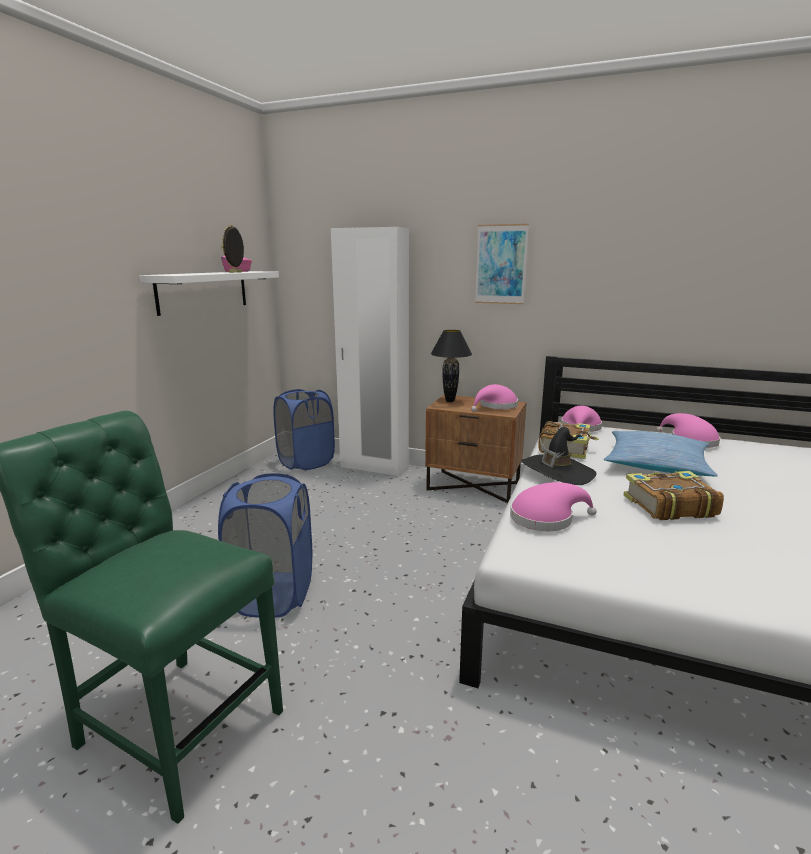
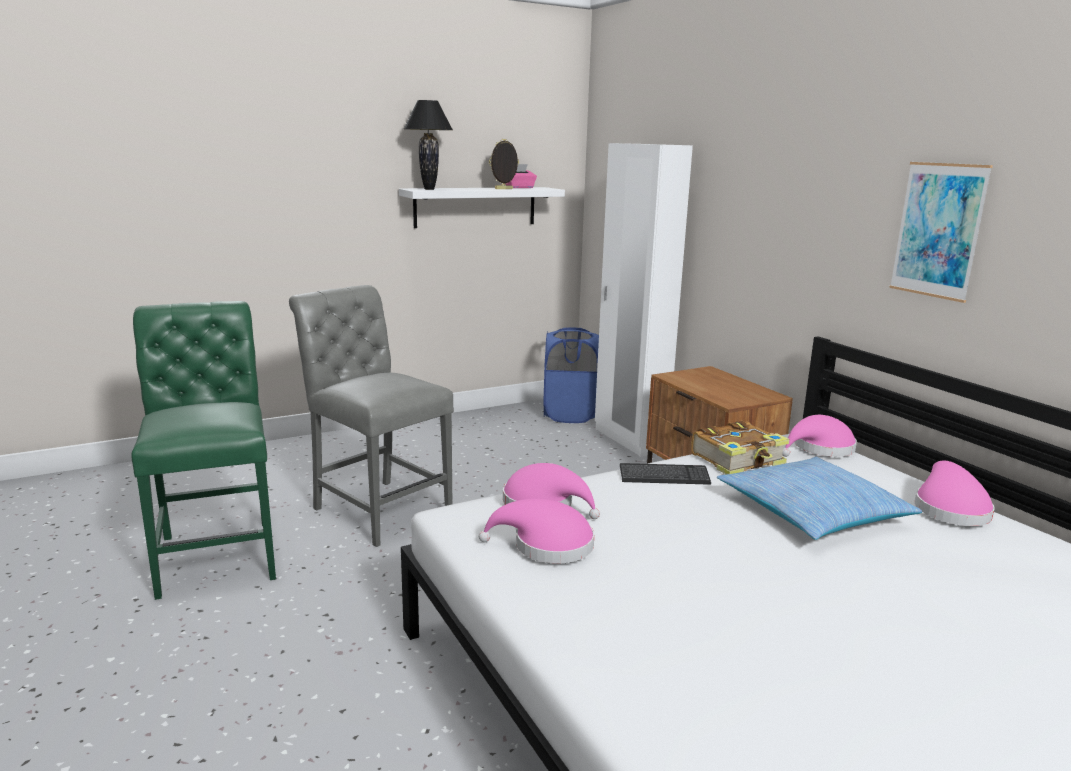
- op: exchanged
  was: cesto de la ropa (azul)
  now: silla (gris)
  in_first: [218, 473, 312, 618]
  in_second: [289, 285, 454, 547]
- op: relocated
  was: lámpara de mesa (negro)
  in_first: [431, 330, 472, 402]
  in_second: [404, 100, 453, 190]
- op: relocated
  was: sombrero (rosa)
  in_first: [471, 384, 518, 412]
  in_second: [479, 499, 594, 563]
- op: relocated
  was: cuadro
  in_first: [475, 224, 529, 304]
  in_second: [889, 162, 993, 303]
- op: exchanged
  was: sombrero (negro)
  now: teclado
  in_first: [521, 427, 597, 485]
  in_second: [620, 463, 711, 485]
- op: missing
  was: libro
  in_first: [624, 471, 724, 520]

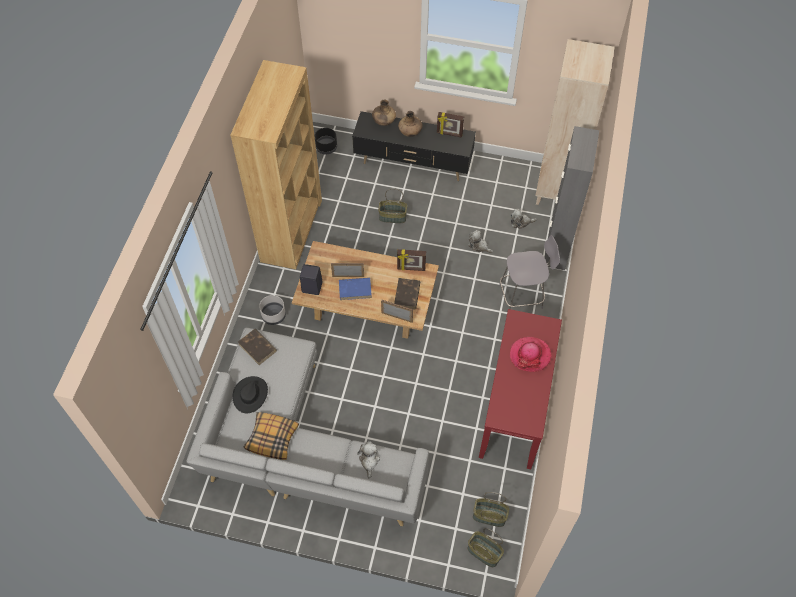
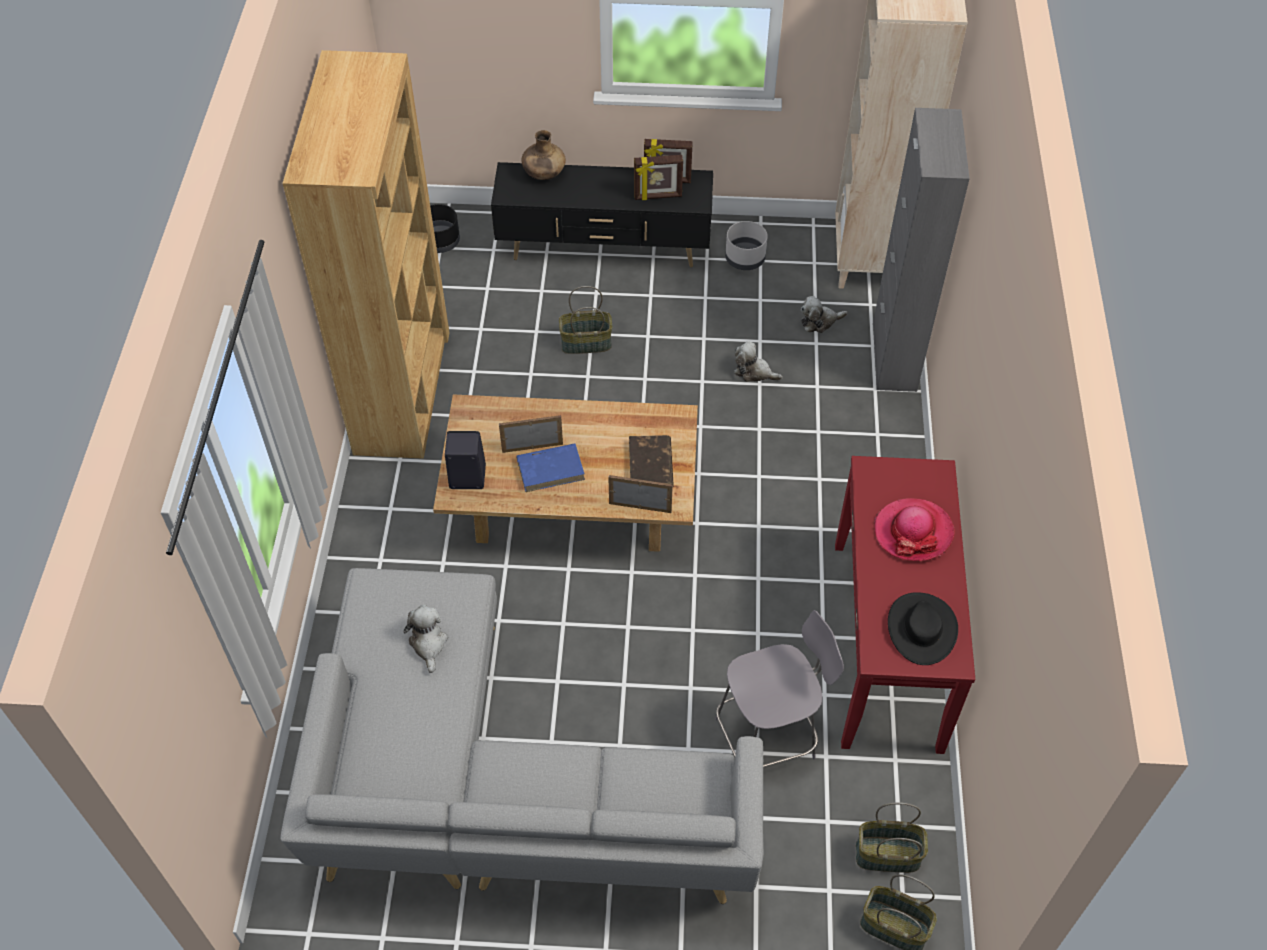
- op: relocated
  was: sombrero (negro)
  in_first: [232, 376, 268, 414]
  in_second: [888, 592, 958, 665]
- op: missing
  was: libro (marrón)
  in_first: [238, 329, 277, 365]
- op: missing
  was: cojín
  in_first: [244, 412, 299, 460]
- op: relocated
  was: maceta (gris)
  in_first: [259, 295, 286, 325]
  in_second: [725, 221, 768, 270]
- op: relocated
  was: peluche
  in_first: [357, 441, 380, 479]
  in_second: [403, 605, 448, 673]
- op: relocated
  was: portarretratos
  in_first: [397, 249, 426, 271]
  in_second: [634, 155, 683, 200]
- op: missing
  was: florero (marrón)
  in_first: [398, 111, 422, 137]
- op: relocated
  was: taburete (gris)
  in_first: [499, 235, 560, 309]
  in_second: [715, 610, 844, 767]

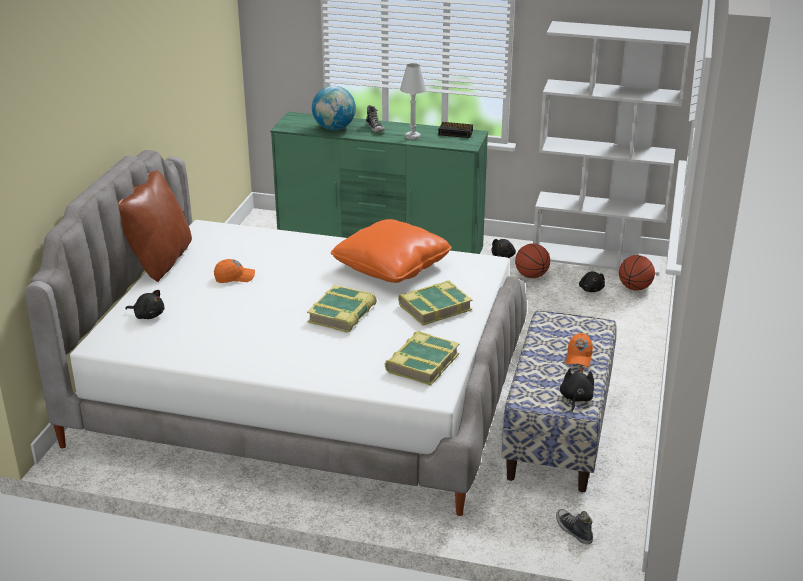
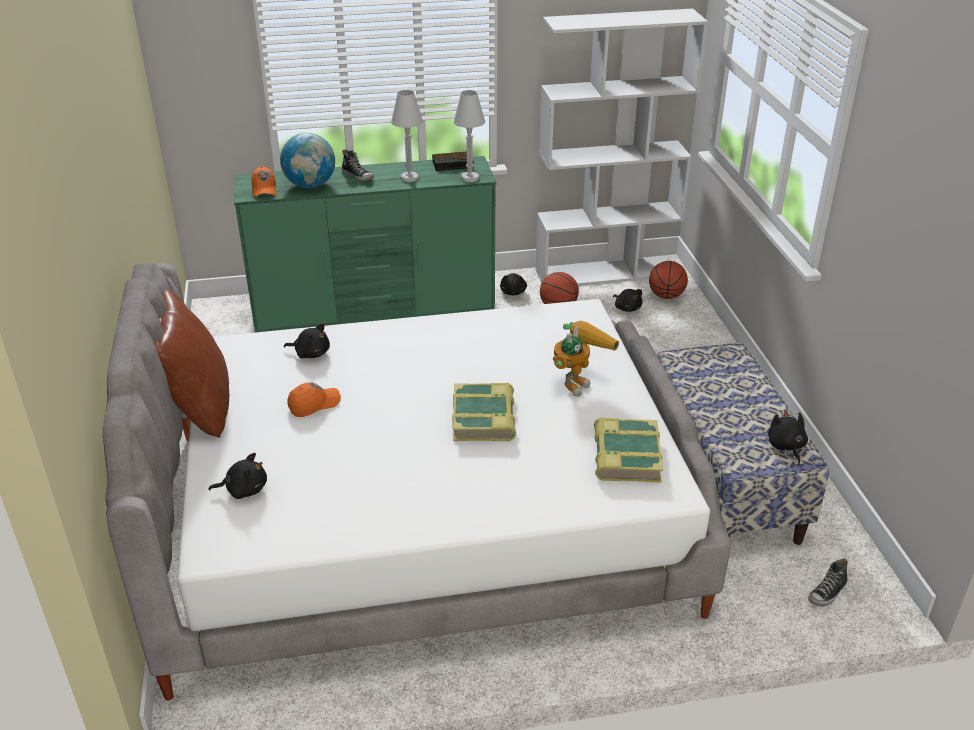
- op: missing
  was: cojín (naranja)
  in_first: [331, 219, 452, 283]
- op: exchanged
  was: libro
  now: robot de juguete
  in_first: [398, 281, 473, 326]
  in_second: [553, 321, 619, 397]
- op: spun
  was: zapato
  in_first: [556, 509, 593, 544]
  in_second: [808, 559, 848, 606]
  clockwise: -75
- op: relocated
  was: gorra (naranja)
  in_first: [566, 333, 593, 367]
  in_second: [251, 166, 277, 197]
- op: appeared
  now: peluche (negro)
  in_second: [284, 324, 330, 358]
- op: appeared
  now: lámpara de mesa (blanco)
  in_second: [453, 90, 485, 182]

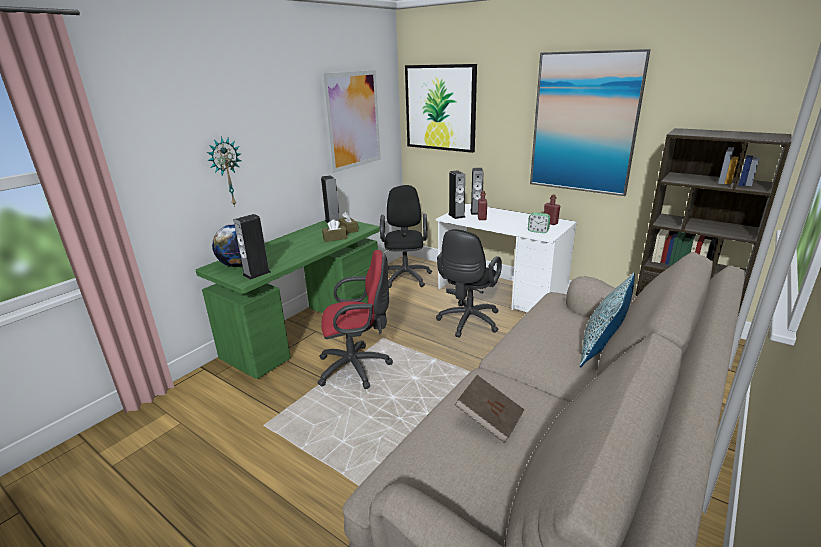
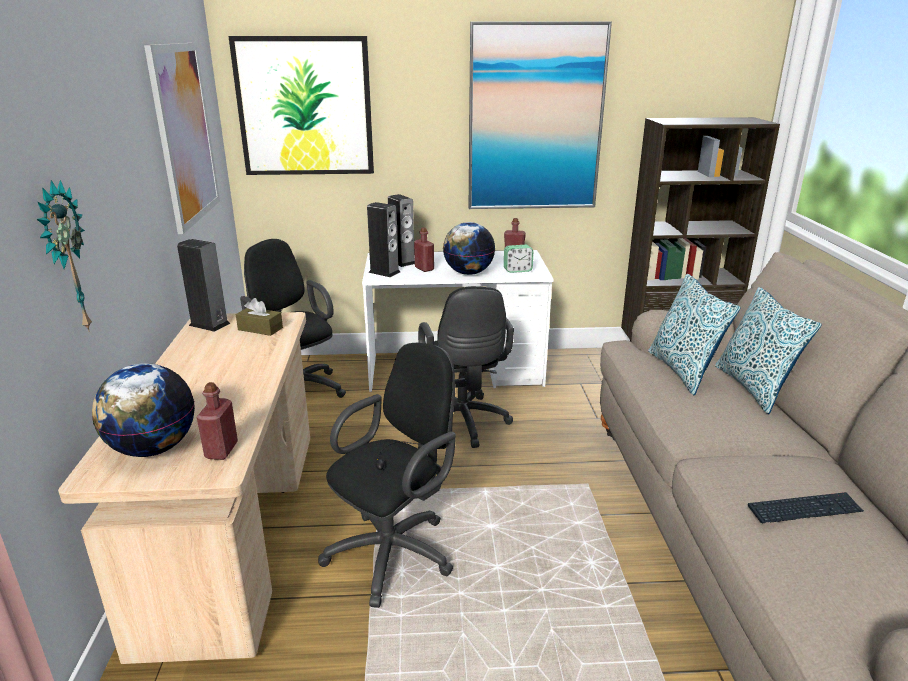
- op: colour
  was: escritorio (verde)
  now: escritorio (beis)
  in_first: [196, 220, 380, 379]
  in_second: [58, 312, 310, 664]
- op: exchanged
  was: altavoz
  now: botella (rojo)
  in_first: [234, 214, 271, 280]
  in_second: [197, 382, 238, 460]
- op: colour
  was: silla de oficina (rojo)
  now: silla de oficina (negro)
  in_first: [318, 250, 393, 389]
  in_second: [318, 343, 456, 608]
- op: missing
  was: caja de pañuelos (marrón)
  in_first: [322, 219, 348, 242]
- op: exchanged
  was: libro (marrón)
  now: teclado
  in_first: [455, 375, 525, 443]
  in_second: [748, 492, 864, 523]
- op: appeared
  now: globo terráqueo
  in_second: [443, 222, 495, 275]
- op: appeared
  now: cojín
  in_second: [648, 274, 741, 396]

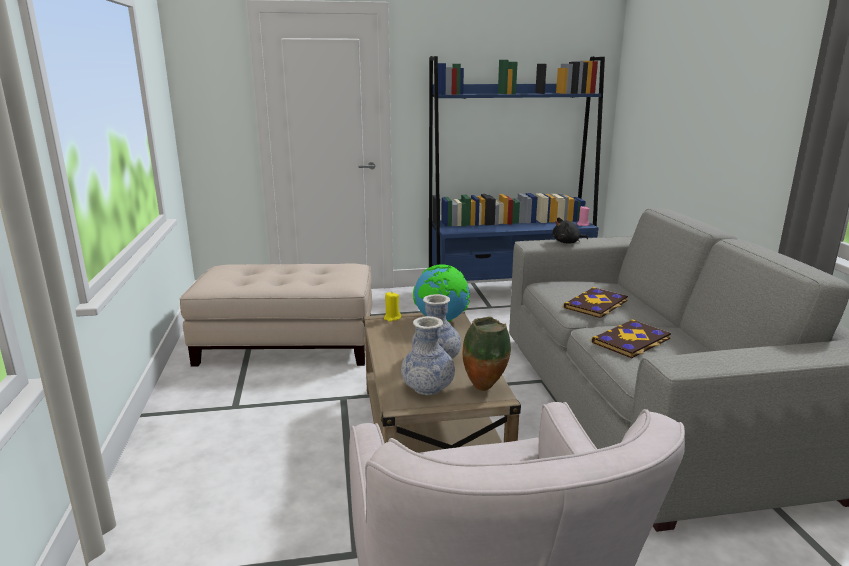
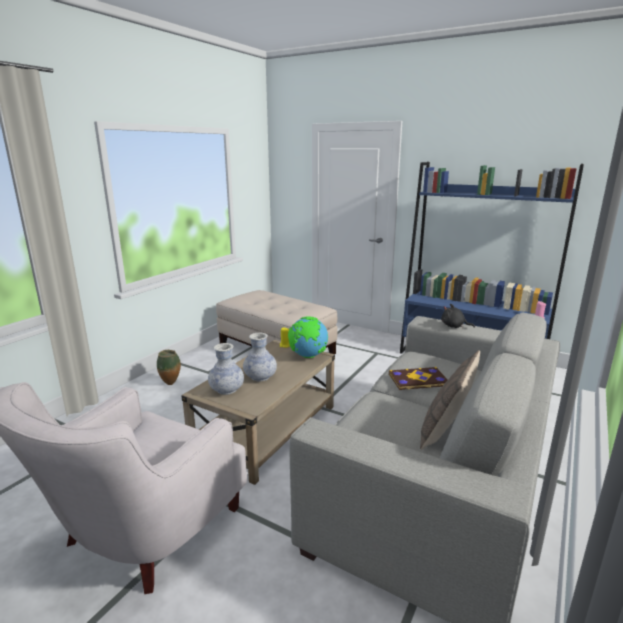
- op: relocated
  was: florero
  in_first: [463, 317, 511, 391]
  in_second: [157, 350, 181, 385]
- op: missing
  was: libro
  in_first: [591, 319, 671, 359]
- op: appeared
  now: cojín
  in_second: [420, 350, 480, 450]

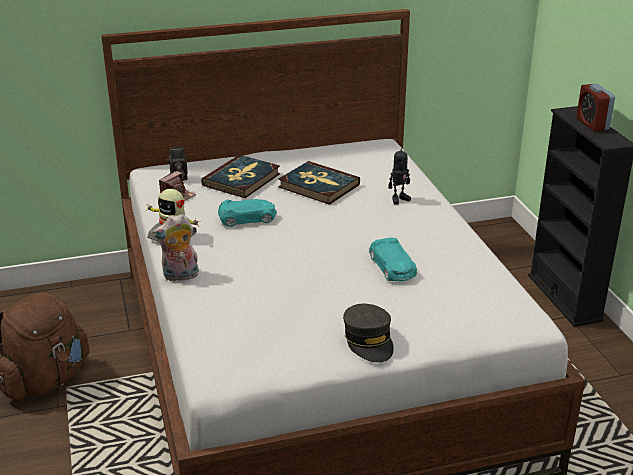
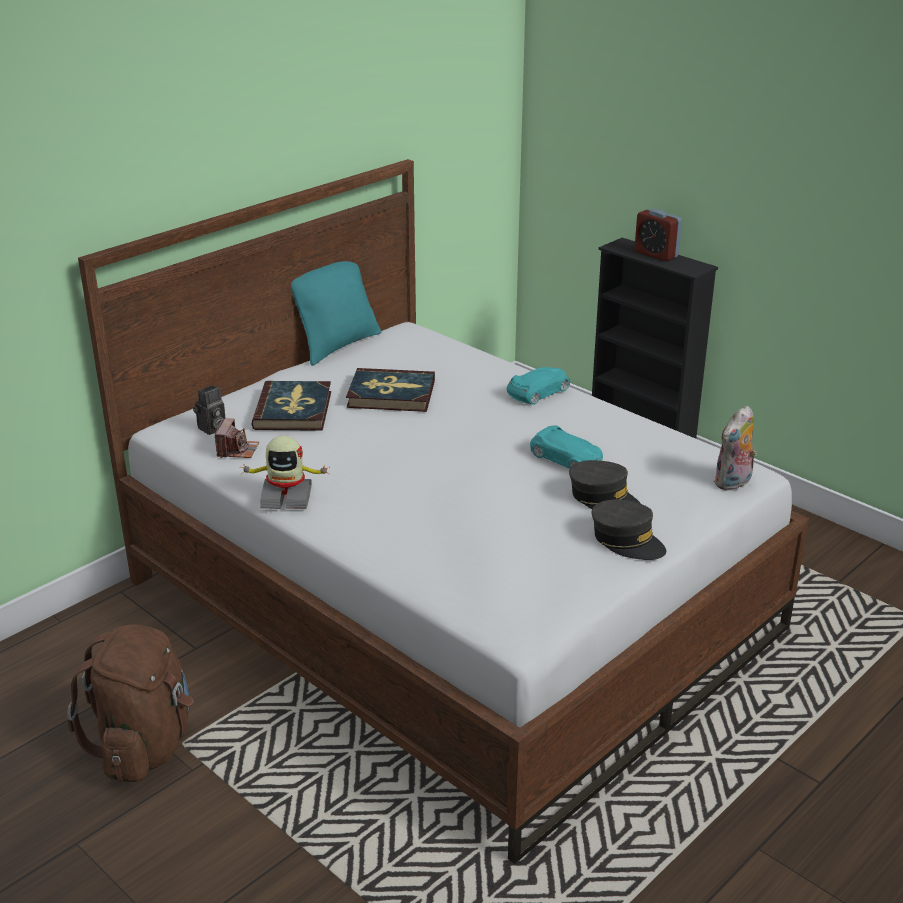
- op: relocated
  was: peluche
  in_first: [152, 214, 199, 281]
  in_second: [714, 405, 757, 491]
- op: relocated
  was: coche de juguete (turquesa)
  in_first: [218, 199, 277, 227]
  in_second: [506, 367, 570, 405]
- op: missing
  was: robot de juguete
  in_first: [388, 144, 411, 205]
- op: appeared
  now: cojín (turquesa)
  in_second: [291, 261, 382, 366]
- op: appeared
  now: gorra (gris)
  in_second: [569, 460, 641, 509]

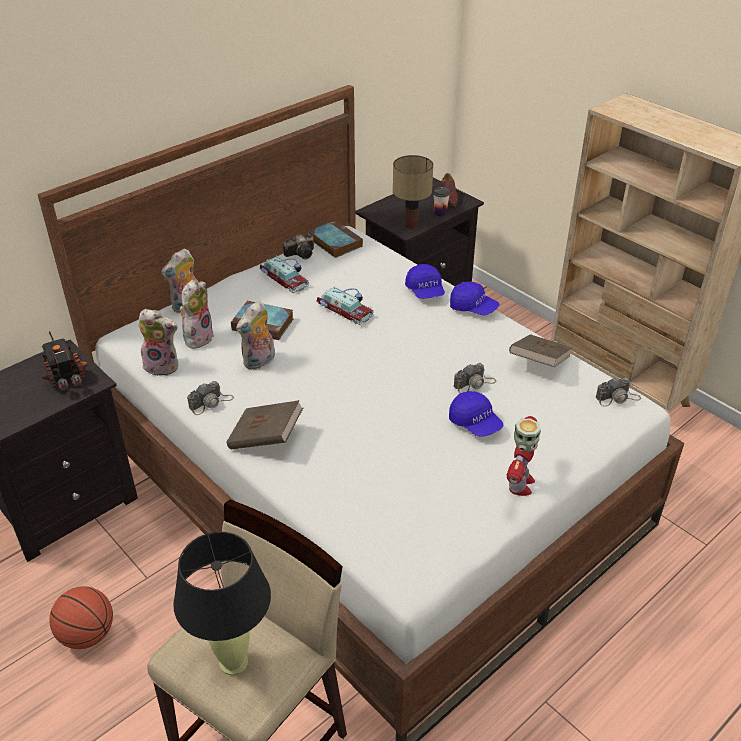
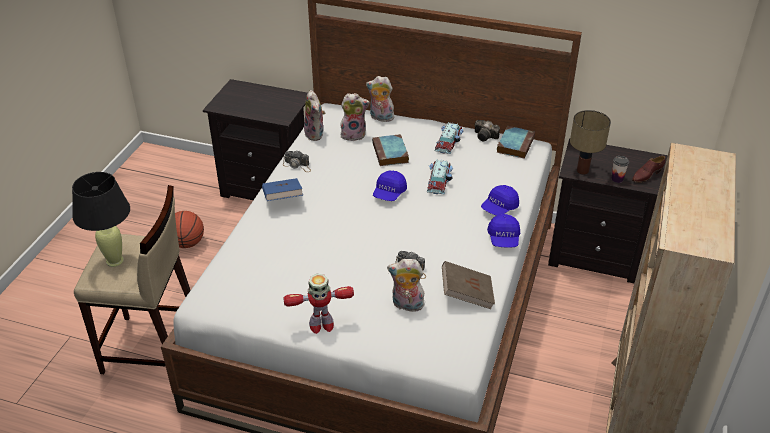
- op: missing
  was: camión de juguete
  in_first: [41, 331, 87, 390]
- op: colour
  was: libro (marrón)
  now: libro (azul)
  in_first: [226, 400, 303, 449]
  in_second: [262, 178, 303, 201]
- op: relocated
  was: peluche
  in_first: [236, 301, 275, 370]
  in_second: [387, 259, 424, 314]
- op: relocated
  was: gorra (azul)
  in_first: [449, 391, 503, 437]
  in_second: [373, 171, 407, 201]
- op: missing
  was: cámara
  in_first: [595, 377, 641, 407]

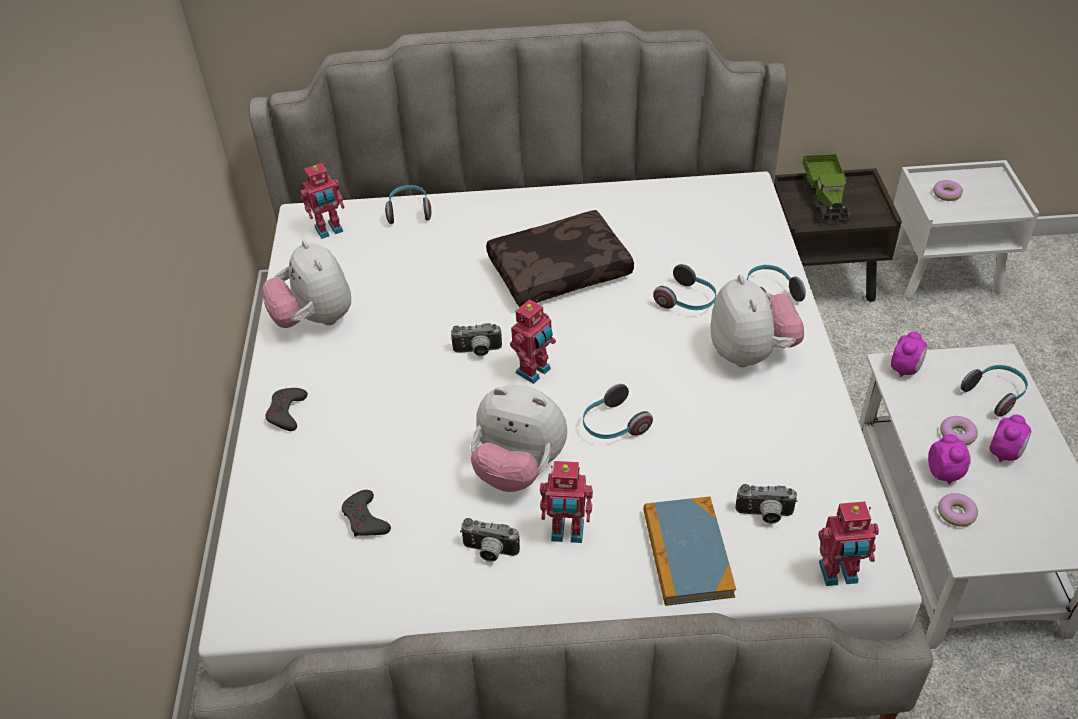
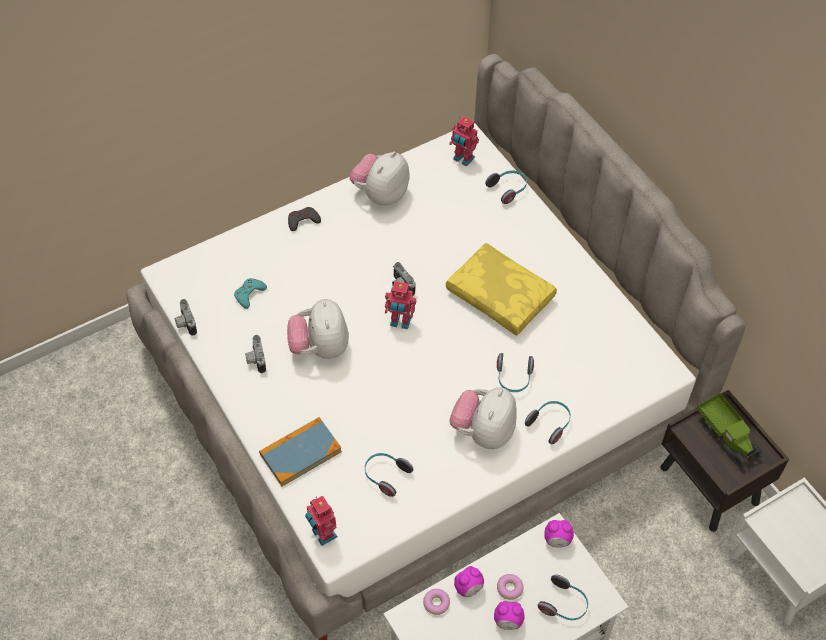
- op: colour
  was: mando de consola (gris)
  now: mando de consola (turquesa)
  in_first: [342, 490, 391, 537]
  in_second: [234, 278, 267, 309]
- op: colour
  was: cojín (marrón)
  now: cojín (amarillo)
  in_first: [486, 210, 634, 307]
  in_second: [446, 243, 557, 335]
- op: missing
  was: robot de juguete
  in_first: [540, 461, 593, 543]
- op: relocated
  was: auriculares
  in_first: [583, 384, 653, 439]
  in_second: [365, 453, 413, 497]
- op: spun
  was: peluche
  in_first: [711, 275, 804, 367]
  in_second: [450, 387, 517, 449]
  clockwise: 150
- op: relocated
  was: cámara
  in_first: [735, 484, 798, 524]
  in_second: [174, 299, 197, 336]
- op: spun
  was: camión de juguete
  in_first: [803, 154, 853, 223]
  in_second: [696, 393, 762, 468]
  clockwise: -90
- op: missing
  was: rosquilla
  in_first: [933, 180, 963, 201]

